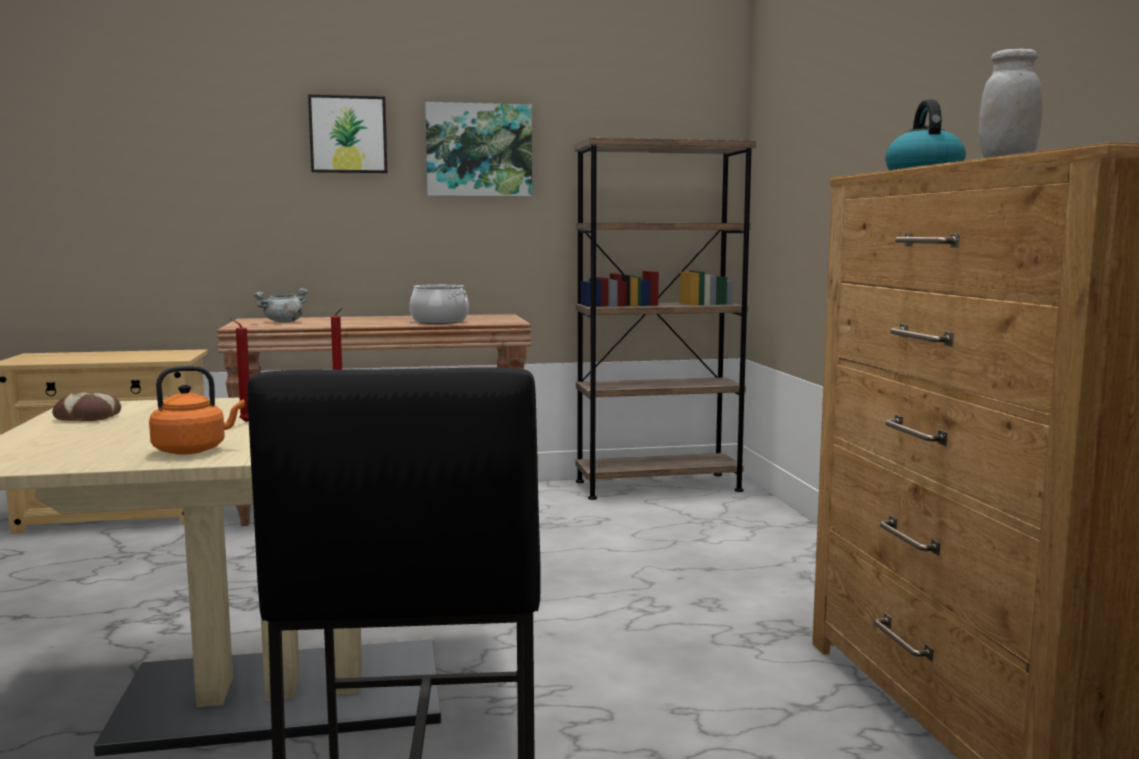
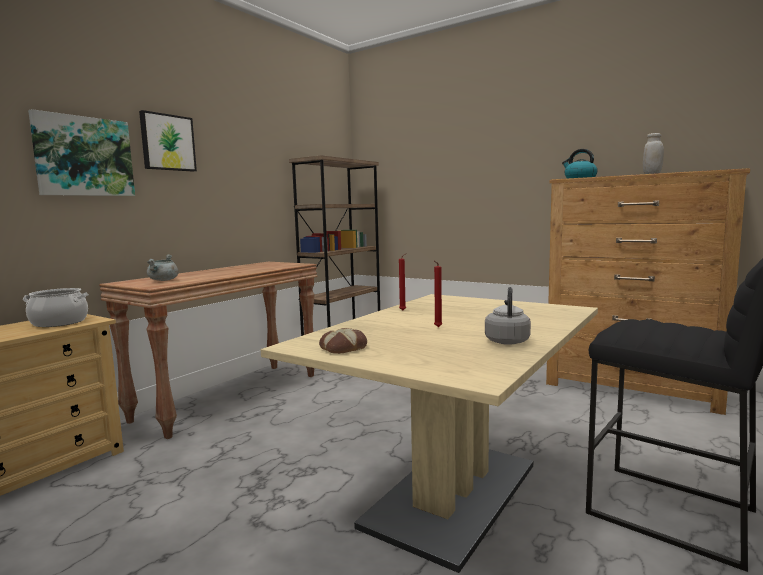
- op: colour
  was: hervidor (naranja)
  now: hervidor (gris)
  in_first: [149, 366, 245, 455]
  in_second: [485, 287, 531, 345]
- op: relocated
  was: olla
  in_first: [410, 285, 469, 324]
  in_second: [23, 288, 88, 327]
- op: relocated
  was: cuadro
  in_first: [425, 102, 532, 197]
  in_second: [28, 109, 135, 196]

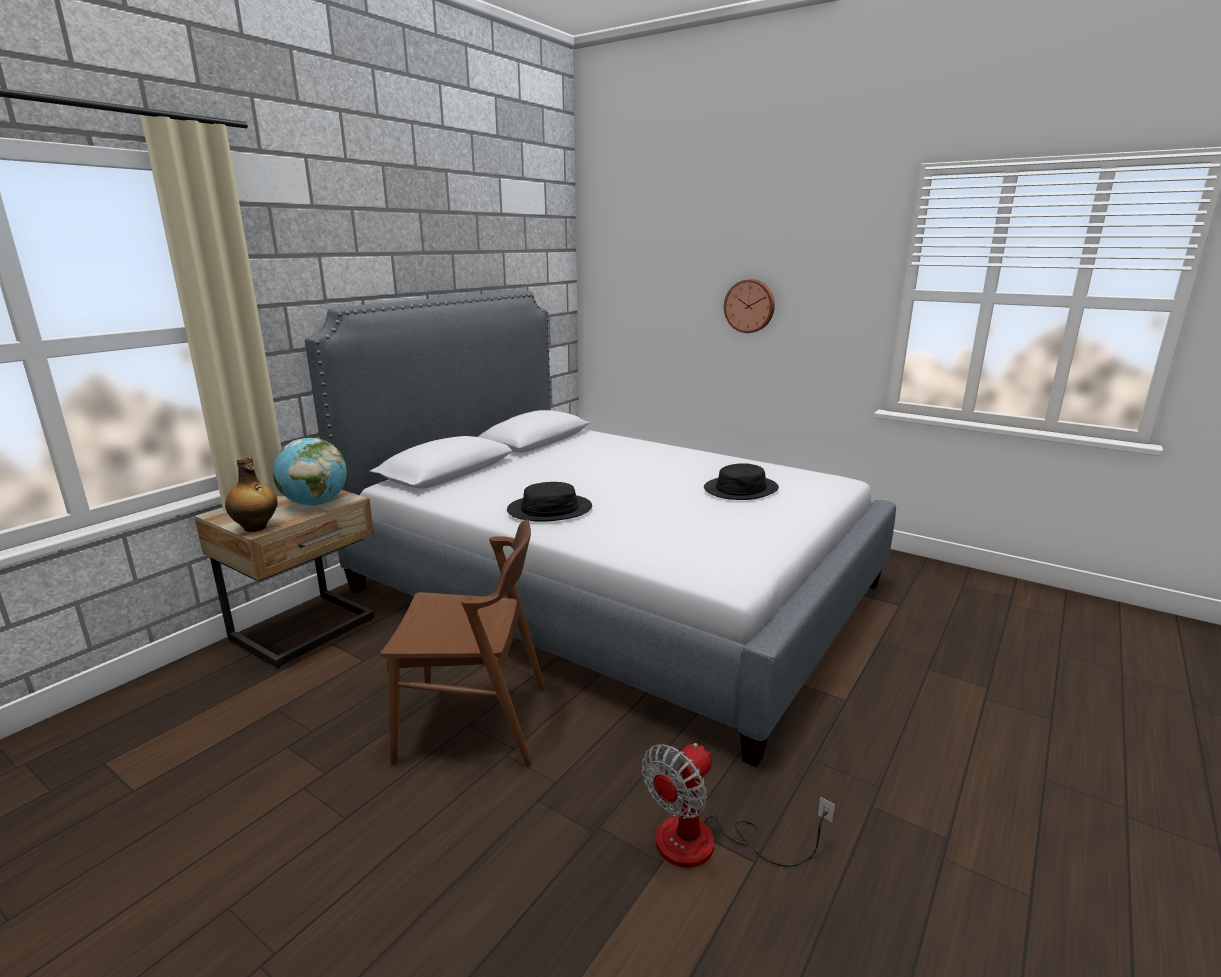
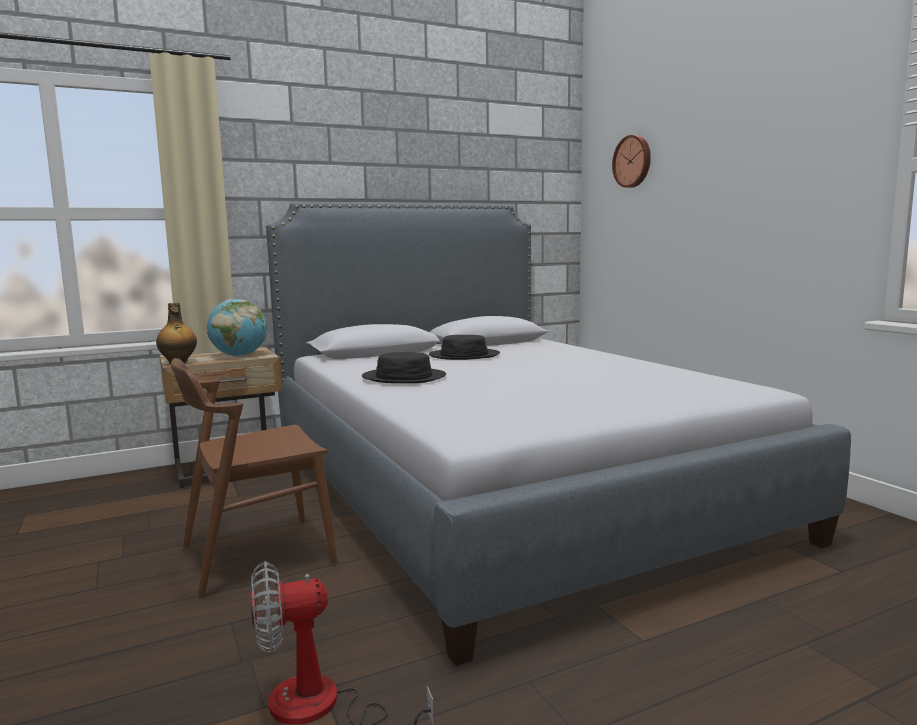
- op: spun
  was: silla (marrón)
  in_first: [380, 519, 546, 767]
  in_second: [171, 358, 338, 599]
  clockwise: 120
- op: relocated
  was: sombrero (negro)
  in_first: [704, 463, 779, 500]
  in_second: [429, 335, 500, 360]
- op: relocated
  was: reloj de pared
  in_first: [724, 279, 775, 333]
  in_second: [612, 135, 651, 188]

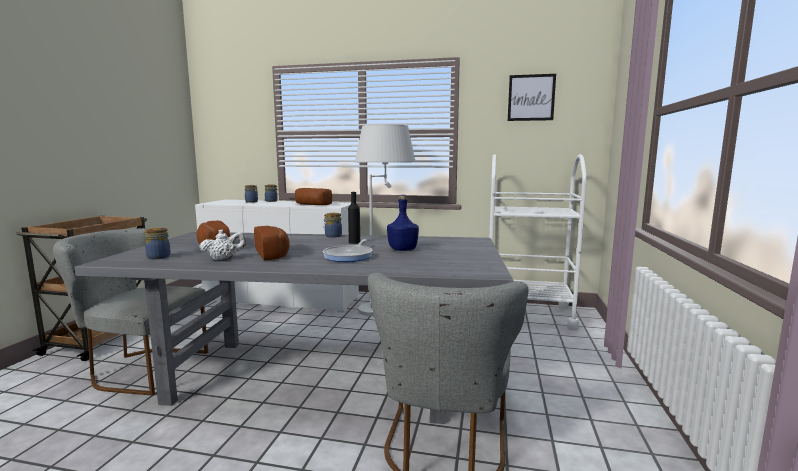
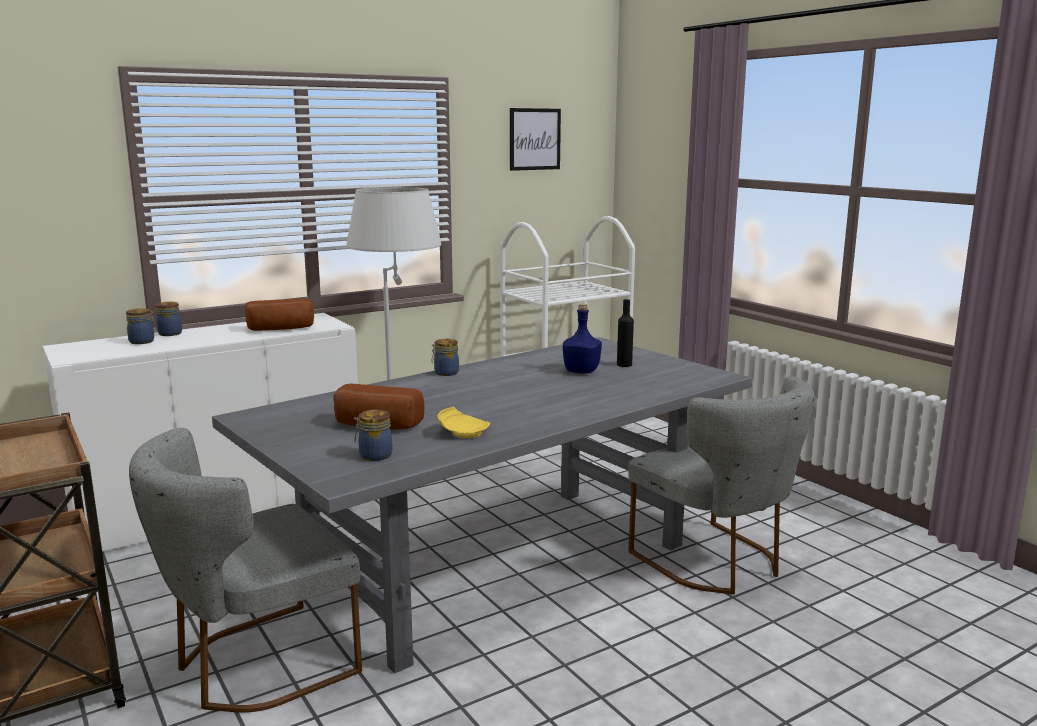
- op: exchanged
  was: tetera (blanco)
  now: plato (amarillo)
  in_first: [199, 230, 246, 260]
  in_second: [438, 407, 490, 438]
- op: missing
  was: pan
  in_first: [254, 226, 290, 260]
- op: missing
  was: sartén
  in_first: [323, 239, 373, 262]
- op: relocated
  was: botella (negro)
  in_first: [348, 192, 360, 244]
  in_second: [617, 299, 634, 367]

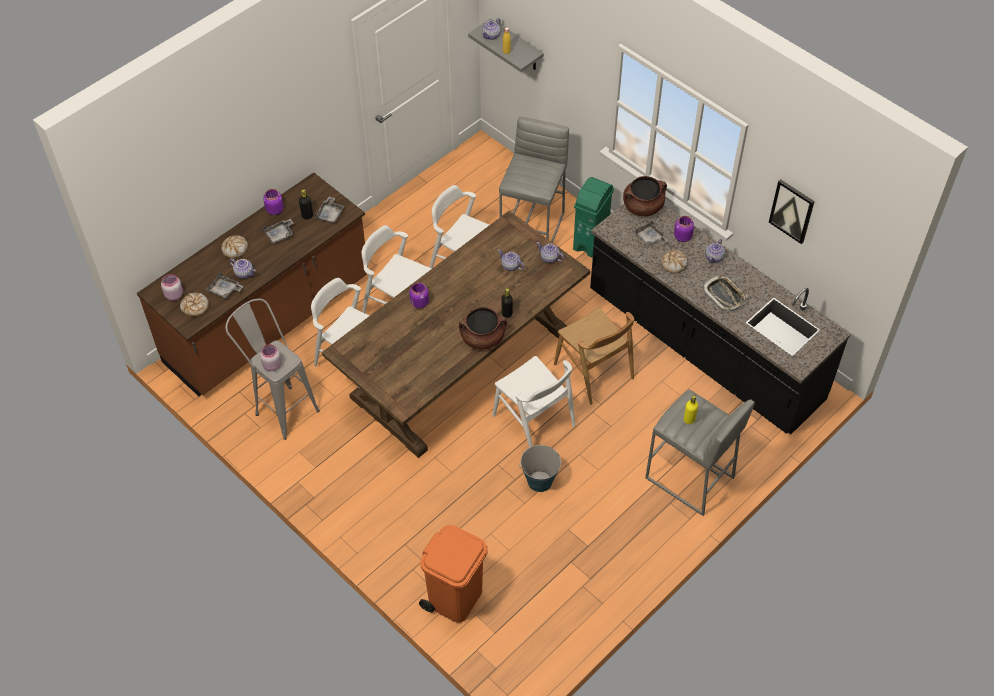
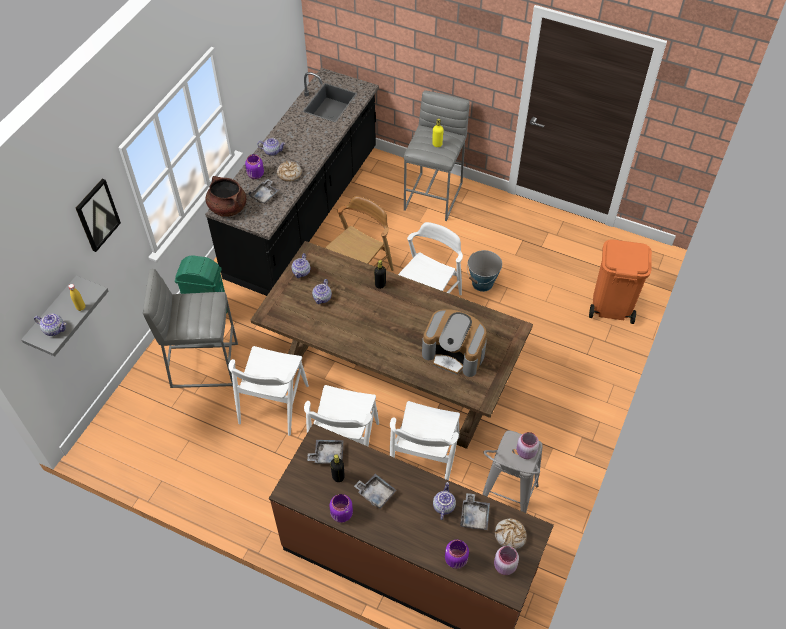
- op: missing
  was: pan
  in_first: [221, 235, 248, 258]
- op: relocated
  was: tarro (morado)
  in_first: [409, 282, 429, 309]
  in_second: [445, 540, 469, 569]
- op: missing
  was: olla (marrón)
  in_first: [459, 307, 507, 350]
- op: missing
  was: bandeja
  in_first: [702, 274, 748, 312]
- op: relocated
  was: cuadro
  in_first: [769, 179, 815, 244]
  in_second: [76, 179, 121, 252]
- op: appeared
  now: cafetera
  in_second: [422, 309, 487, 377]

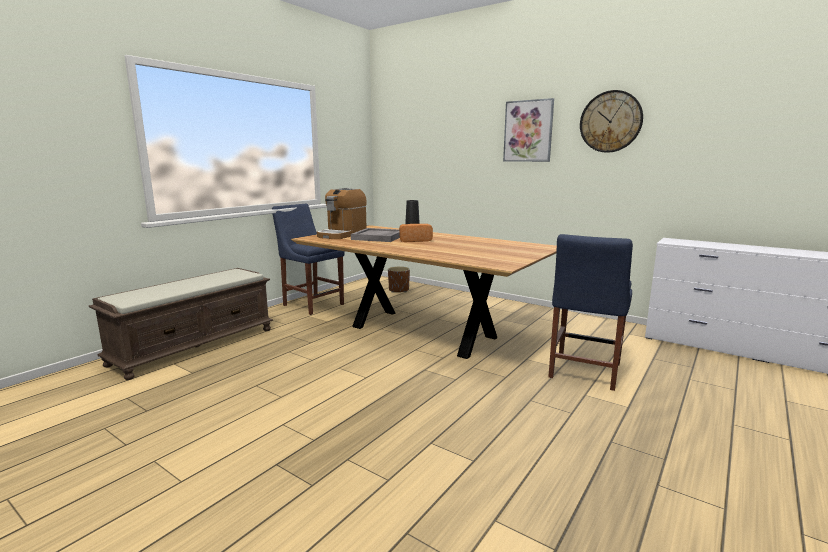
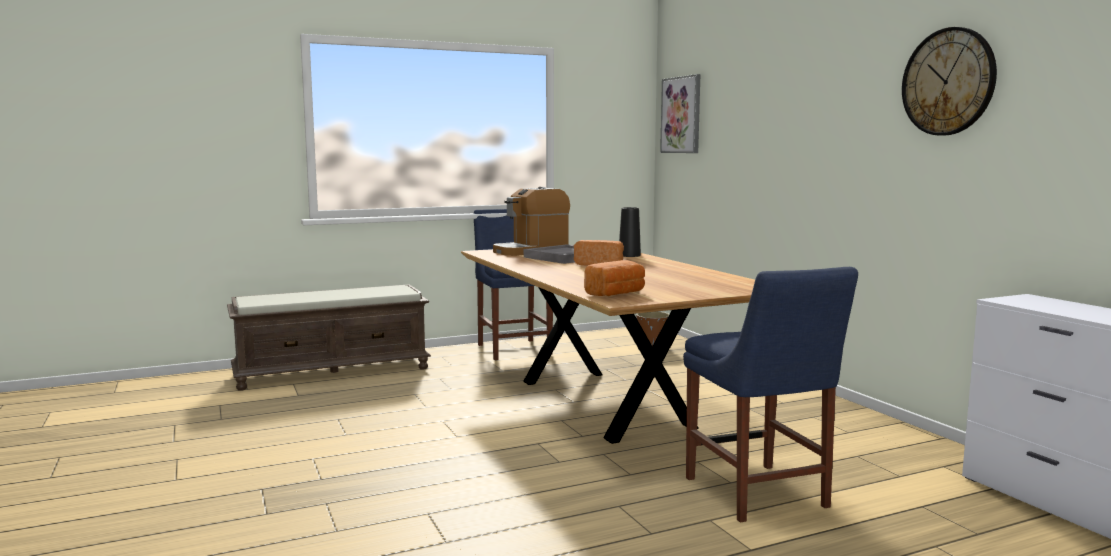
- op: relocated
  was: cuadro
  in_first: [503, 98, 554, 162]
  in_second: [660, 74, 700, 153]
- op: spun
  was: silla (azul)
  in_first: [548, 234, 633, 391]
  in_second: [683, 267, 858, 522]
  clockwise: -75
- op: appeared
  now: pan
  in_second: [584, 260, 645, 296]

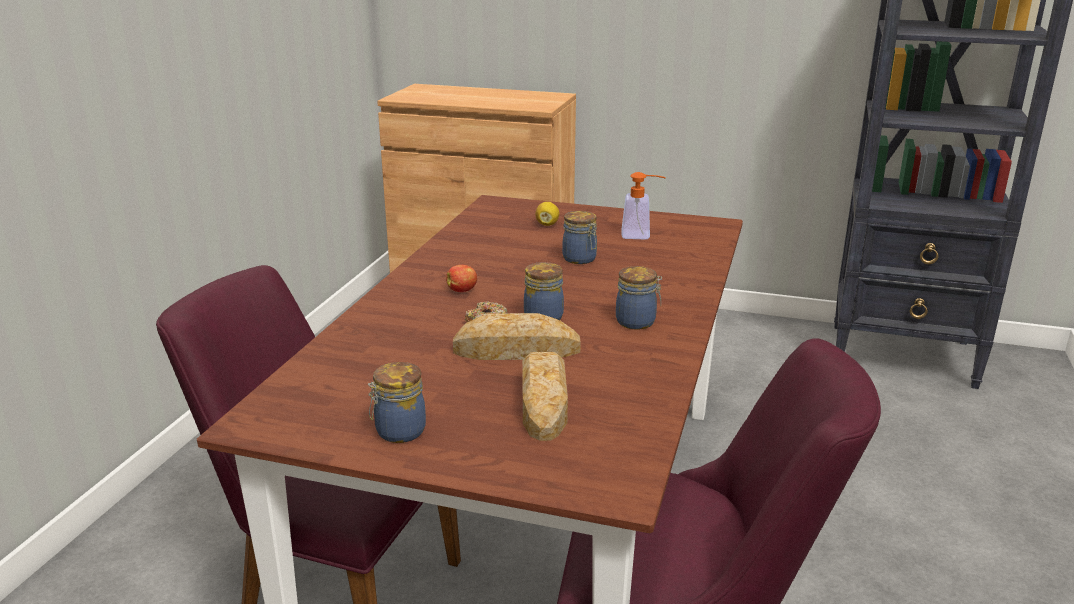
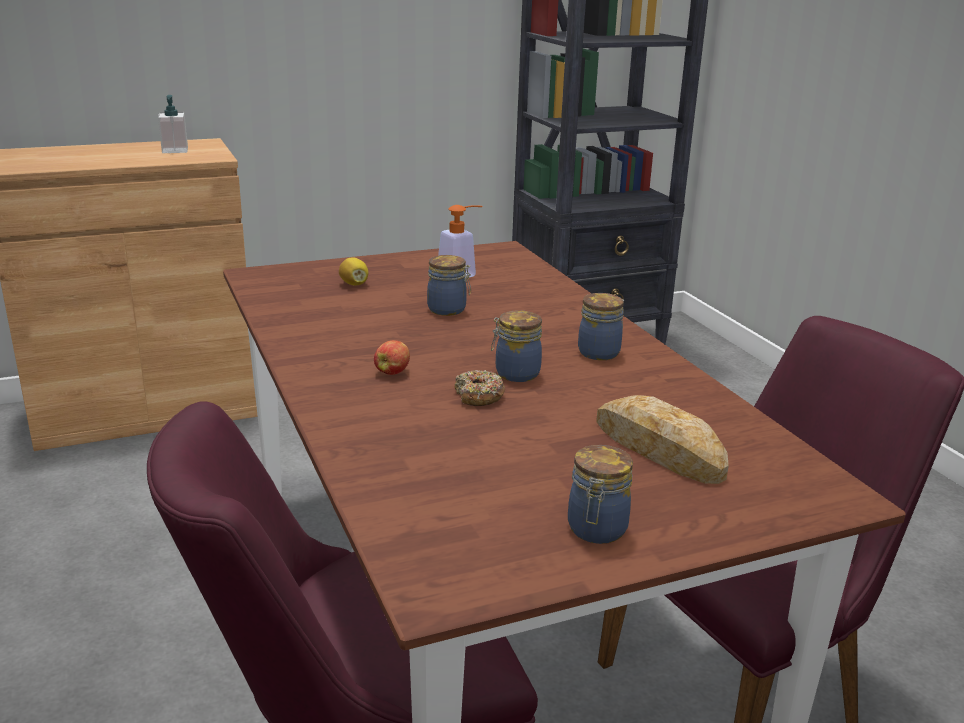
- op: missing
  was: pan
  in_first: [453, 313, 581, 360]
- op: appeared
  now: dispensador de jabón
  in_second: [158, 95, 188, 153]

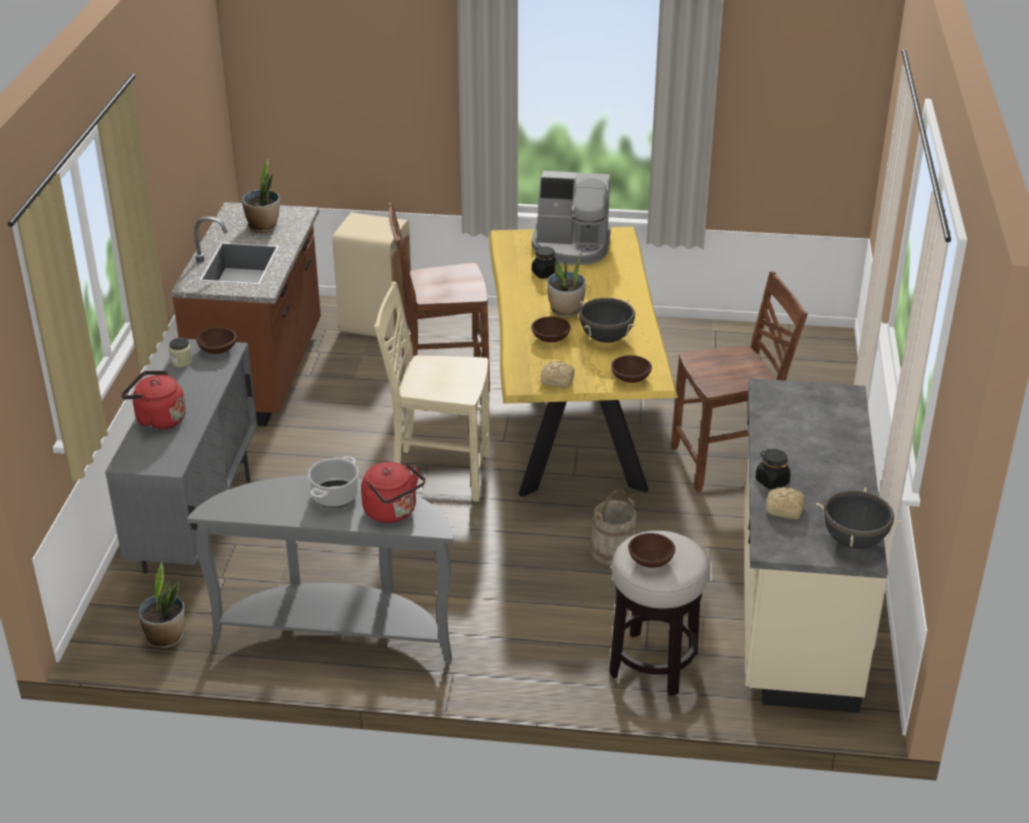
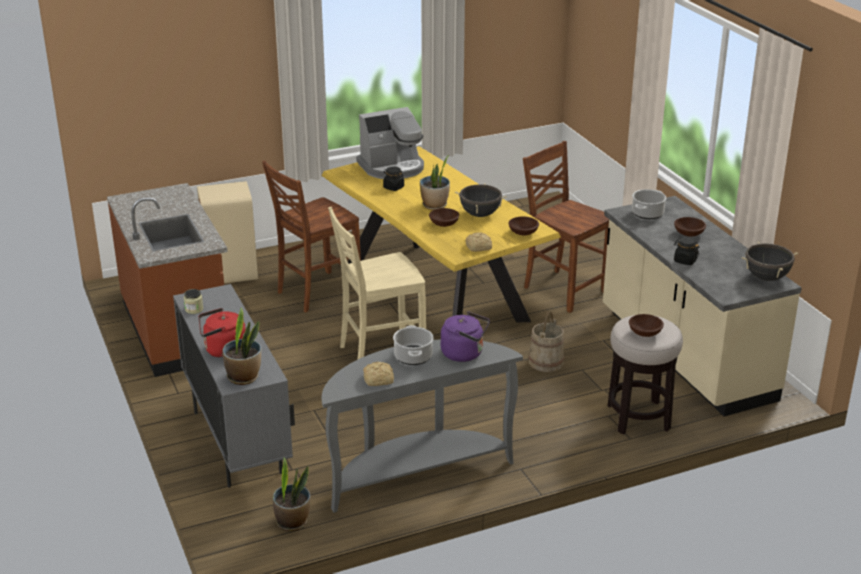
- op: relocated
  was: cuenco (marrón)
  in_first: [196, 327, 237, 354]
  in_second: [674, 217, 706, 237]
- op: relocated
  was: planta en maceta
  in_first: [242, 159, 280, 233]
  in_second: [222, 307, 261, 385]
- op: colour
  was: hervidor (rojo)
  now: hervidor (morado)
  in_first: [361, 462, 425, 523]
  in_second: [441, 312, 490, 362]
- op: spun
  was: silla (marrón)
  in_first: [671, 271, 808, 492]
  in_second: [523, 141, 609, 313]
  clockwise: -90
- op: relocated
  was: pan
  in_first: [766, 487, 804, 519]
  in_second: [363, 362, 394, 386]
- op: appeared
  now: olla
  in_second: [632, 189, 666, 219]

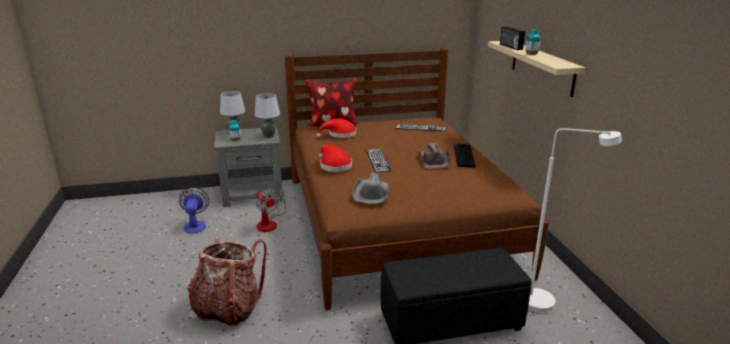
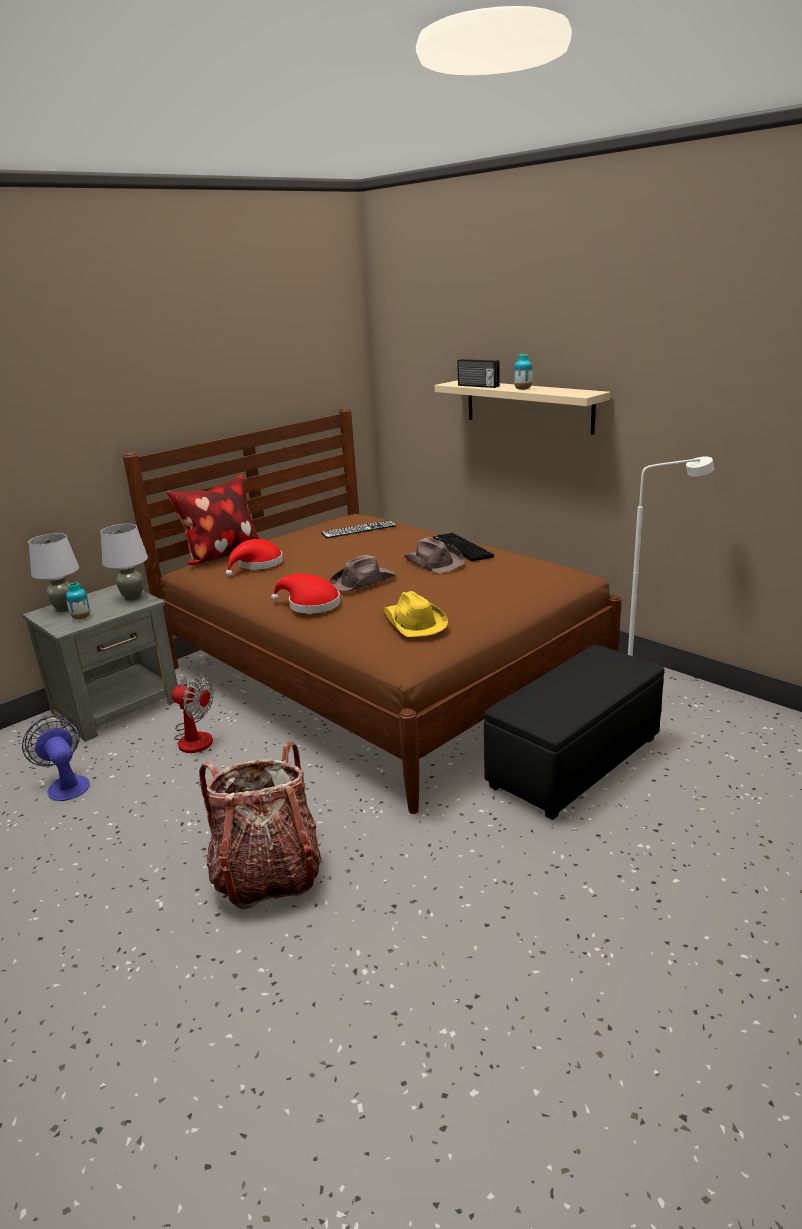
- op: colour
  was: sombrero (gris)
  now: sombrero (amarillo)
  in_first: [353, 173, 390, 204]
  in_second: [382, 591, 448, 637]
- op: exchanged
  was: teclado
  now: sombrero (marrón)
  in_first: [366, 149, 391, 172]
  in_second: [329, 555, 396, 591]

